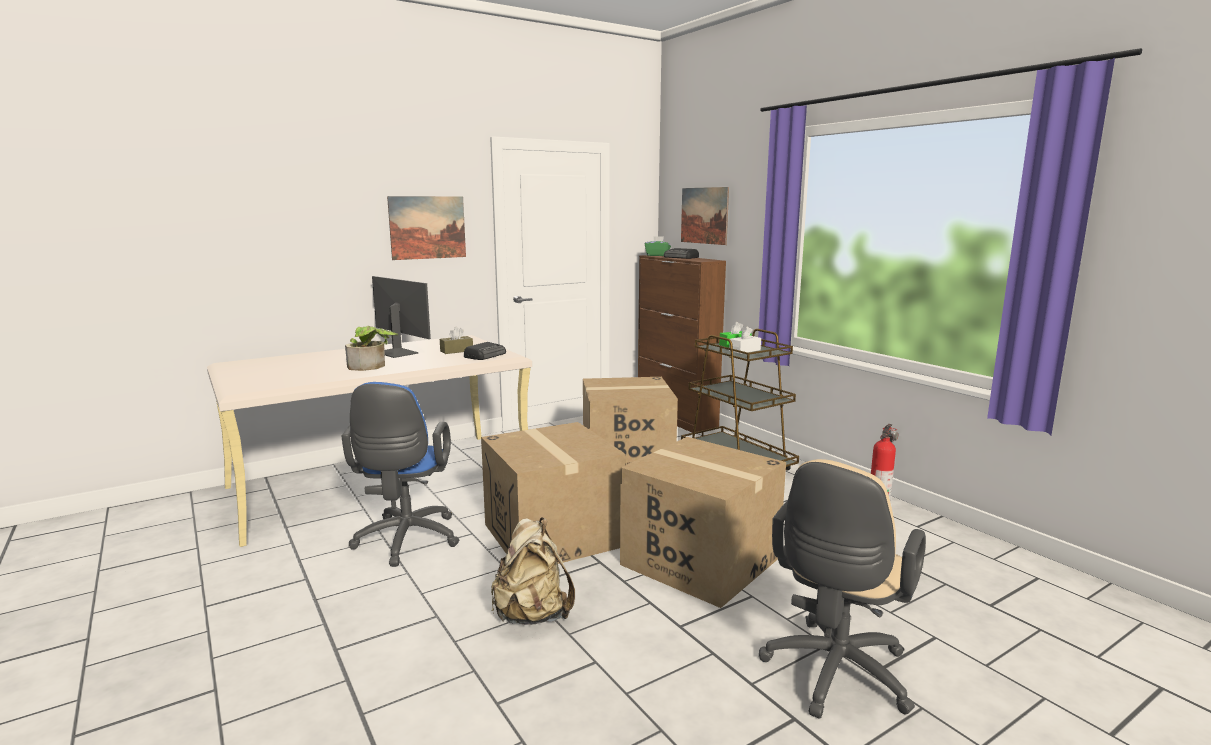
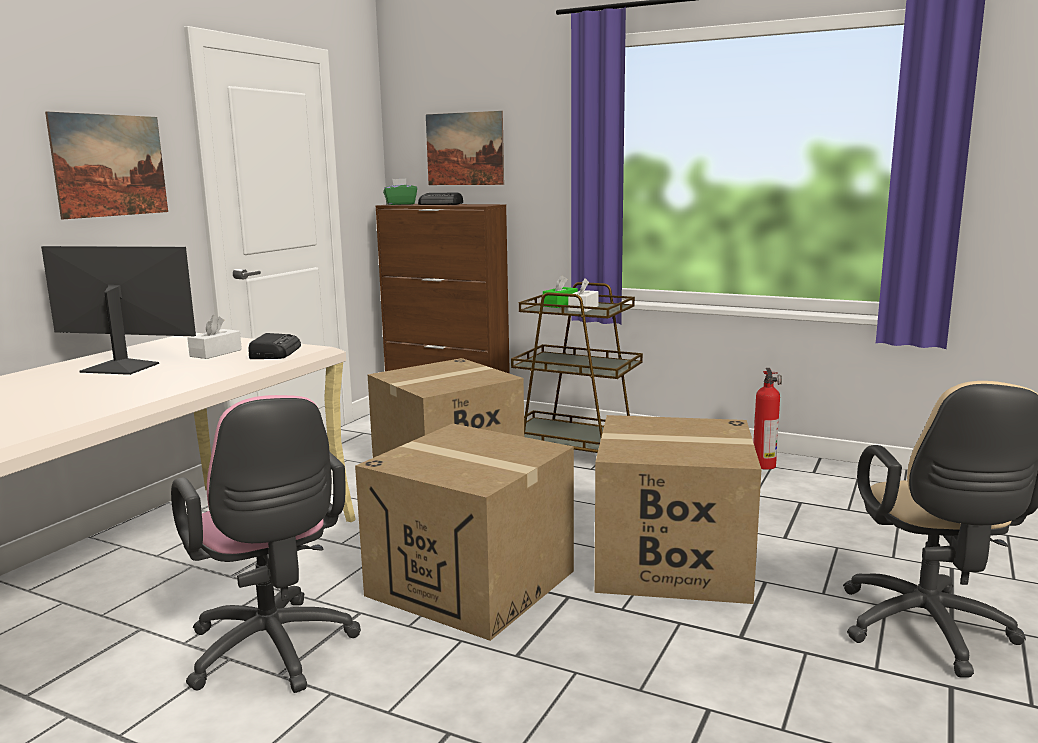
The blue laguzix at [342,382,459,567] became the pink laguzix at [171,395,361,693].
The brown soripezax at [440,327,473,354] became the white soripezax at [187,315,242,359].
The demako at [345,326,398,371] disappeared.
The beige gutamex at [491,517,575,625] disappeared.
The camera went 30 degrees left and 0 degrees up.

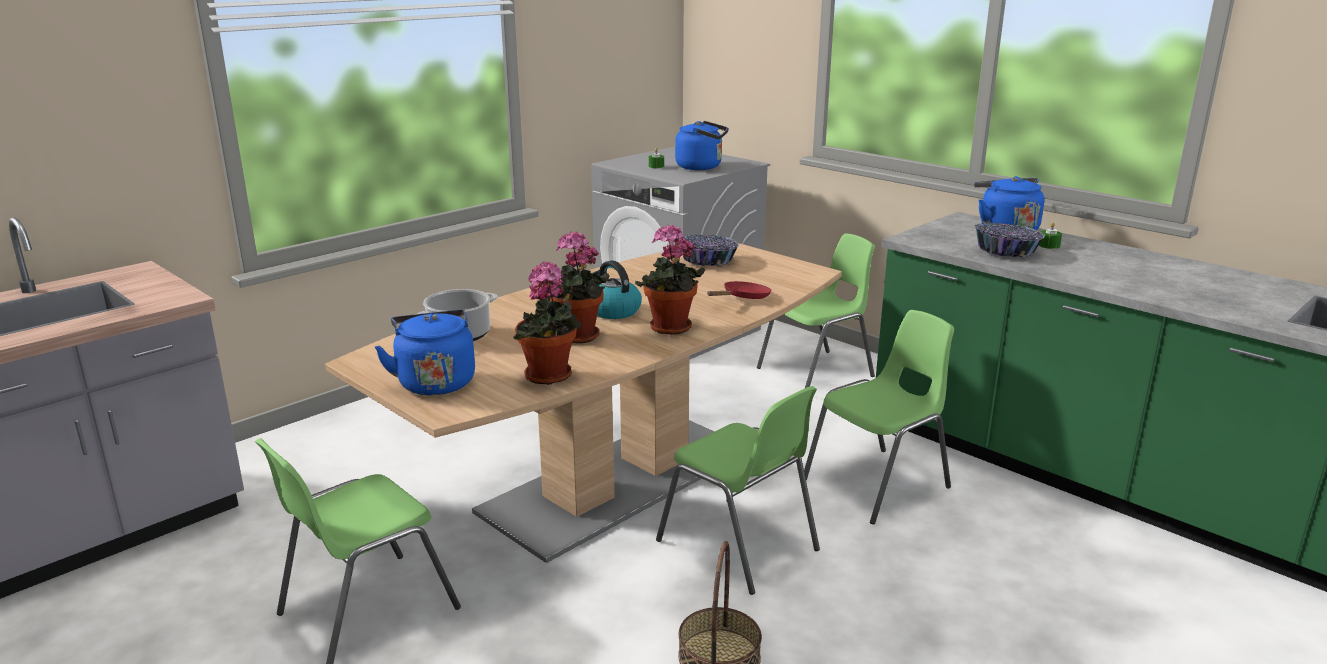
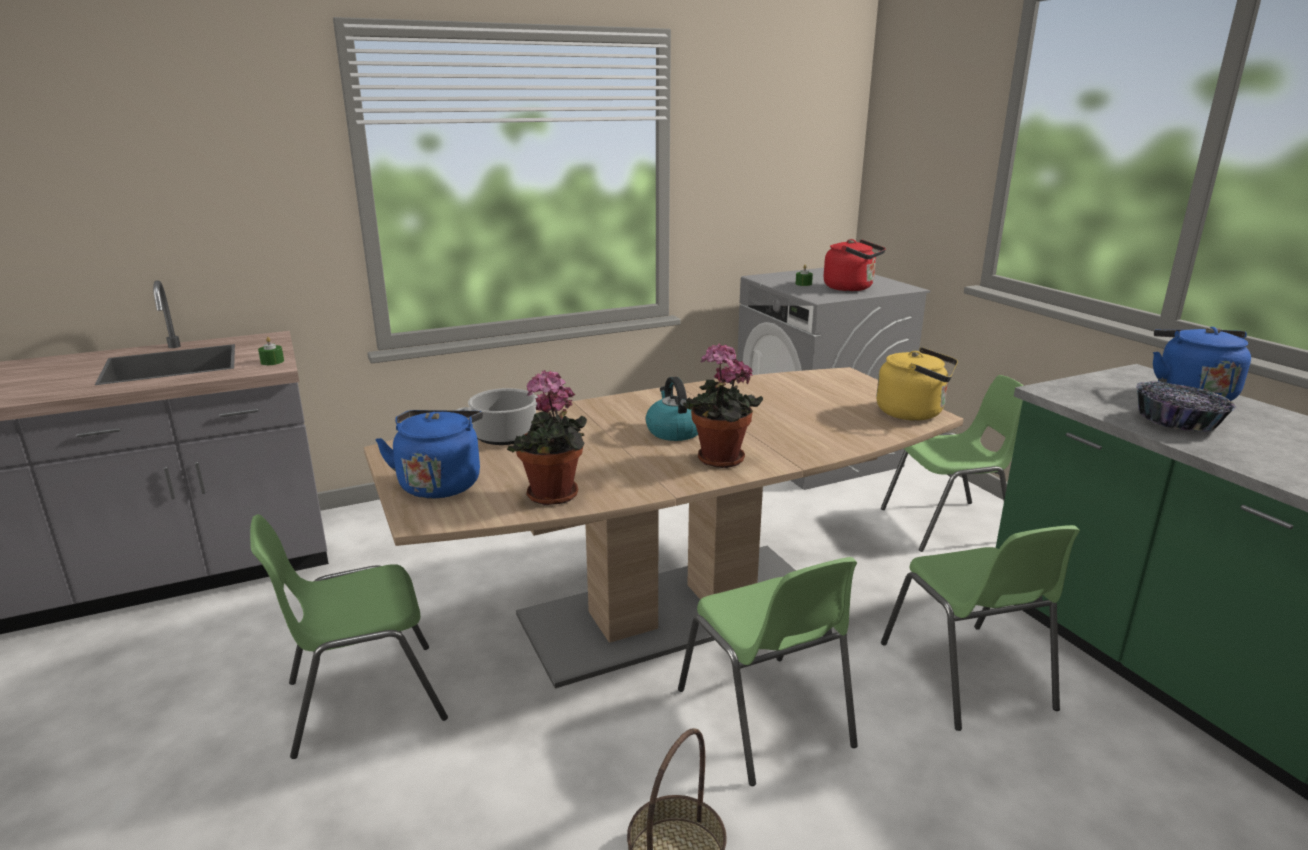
The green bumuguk moved from [1039,222,1062,249] to [258,337,284,365].
The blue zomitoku at [675,121,729,170] became the red zomitoku at [823,239,886,291].
The yellow zomitoku at [876,347,958,421] appeared.
The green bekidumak at [804,310,954,524] turned 90 degrees clockwise.
The demako at [550,231,609,343] disappeared.
The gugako at [681,235,739,266] disappeared.
The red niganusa at [707,281,771,299] disappeared.
The camera went 20 degrees right and 0 degrees up.

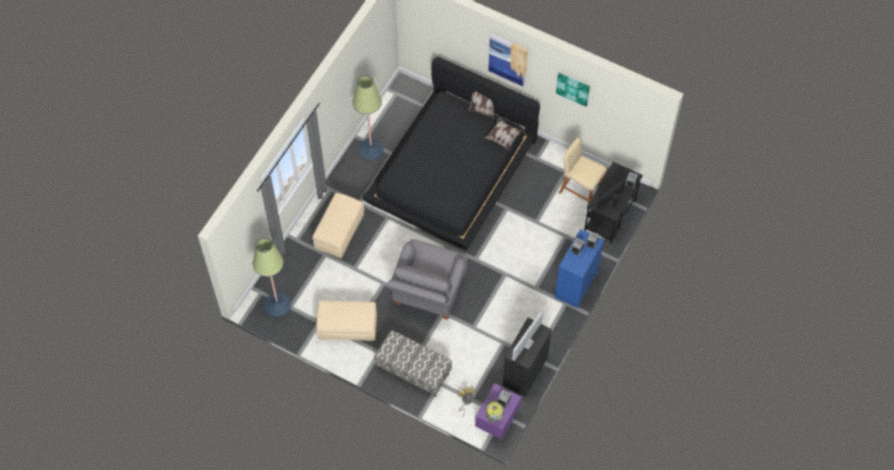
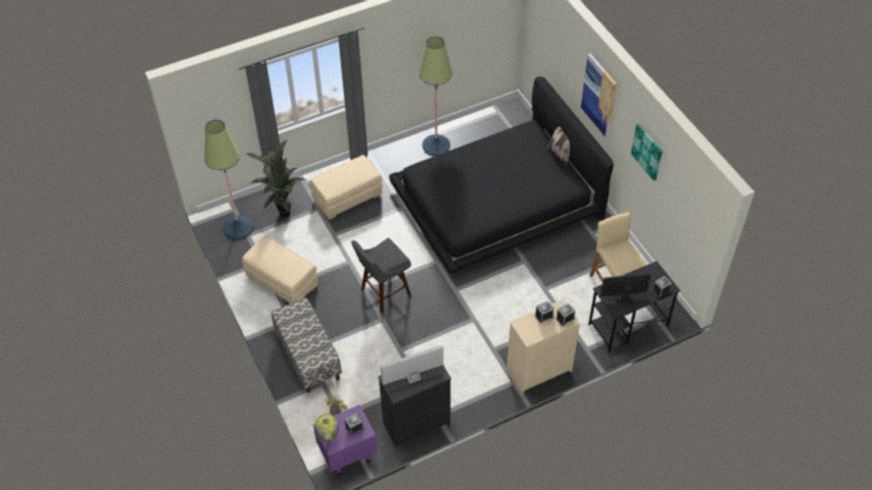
The demako at [247,140,306,217] appeared.
The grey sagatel at [387,239,468,320] was replaced by the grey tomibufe at [351,238,411,314].
The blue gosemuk at [555,229,604,309] became the beige gosemuk at [506,299,581,394].
The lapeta at [485,117,523,151] disappeared.
The camera went 35 degrees right and 10 degrees down.

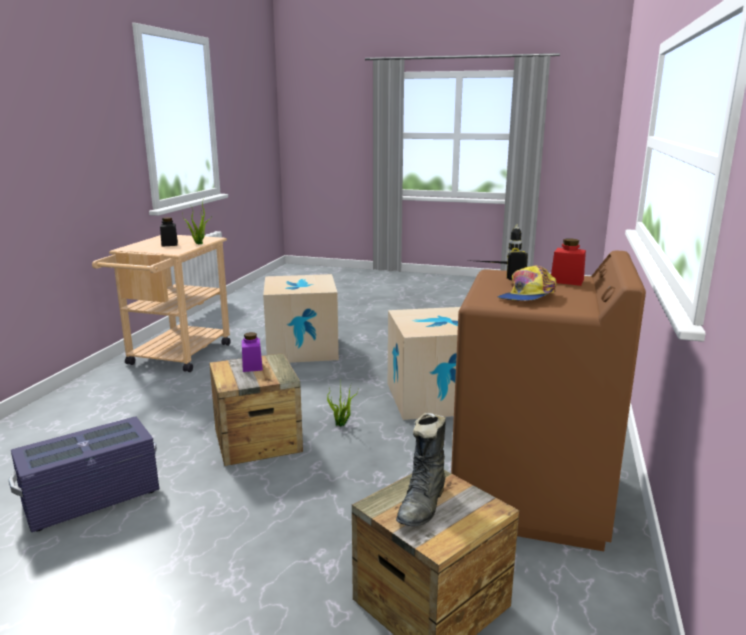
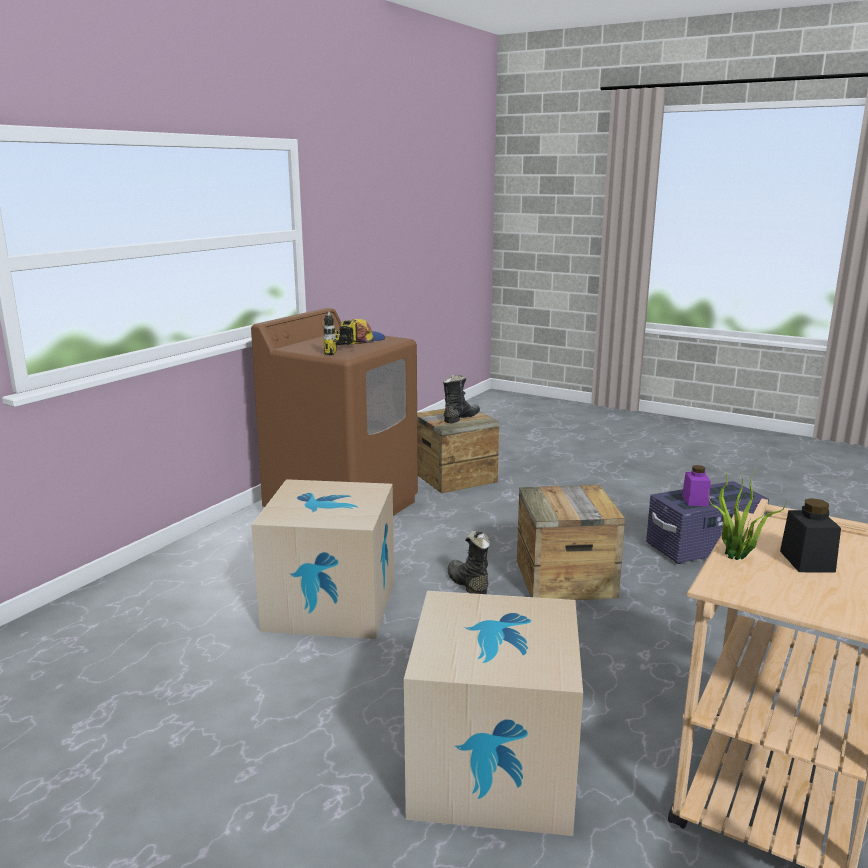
The demako at [327,383,359,427] was replaced by the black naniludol at [448,531,490,594].
The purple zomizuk moved from [242,332,263,372] to [682,465,711,506].
The red zomizuk at [551,239,586,286] disappeared.
The camera went 165 degrees left and 0 degrees up.

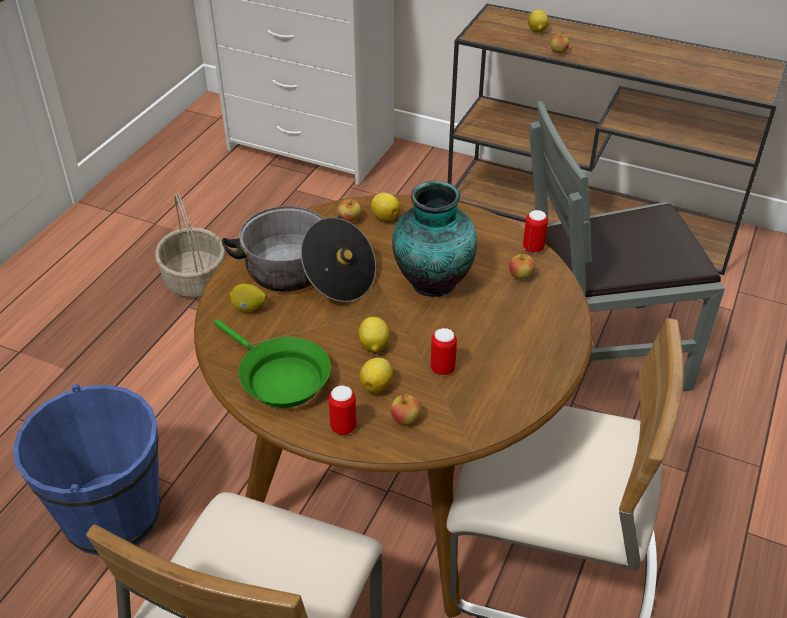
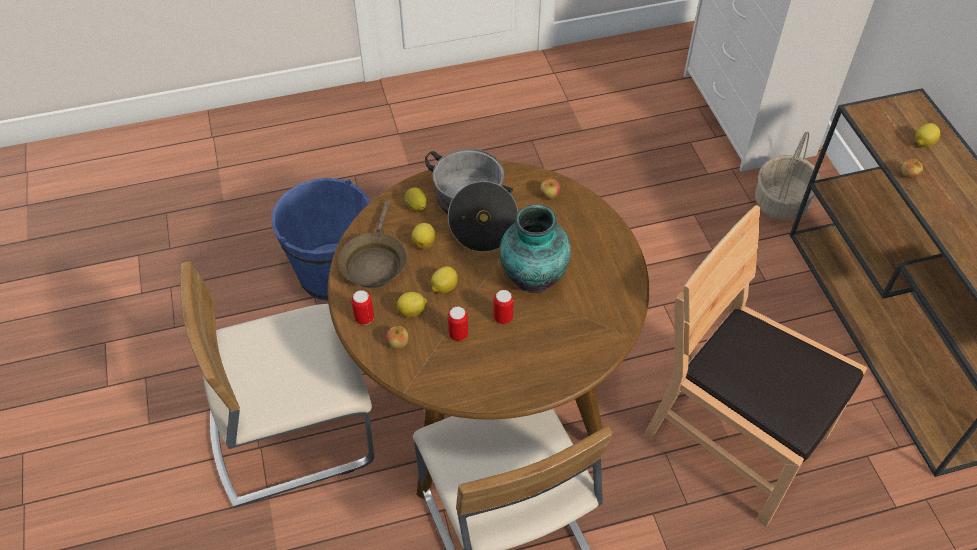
The green niganusa at [214,319,331,408] became the brown niganusa at [338,200,407,288].
The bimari moved from [371,192,400,221] to [411,223,435,249].
The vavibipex moved from [523,210,548,253] to [493,290,514,324].
The grey bekidumak at [529,101,725,391] became the brown bekidumak at [643,205,867,527].
The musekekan moved from [155,193,225,298] to [755,132,820,220].
The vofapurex at [509,251,535,280] disappeared.
The camera went 50 degrees right and 10 degrees up.

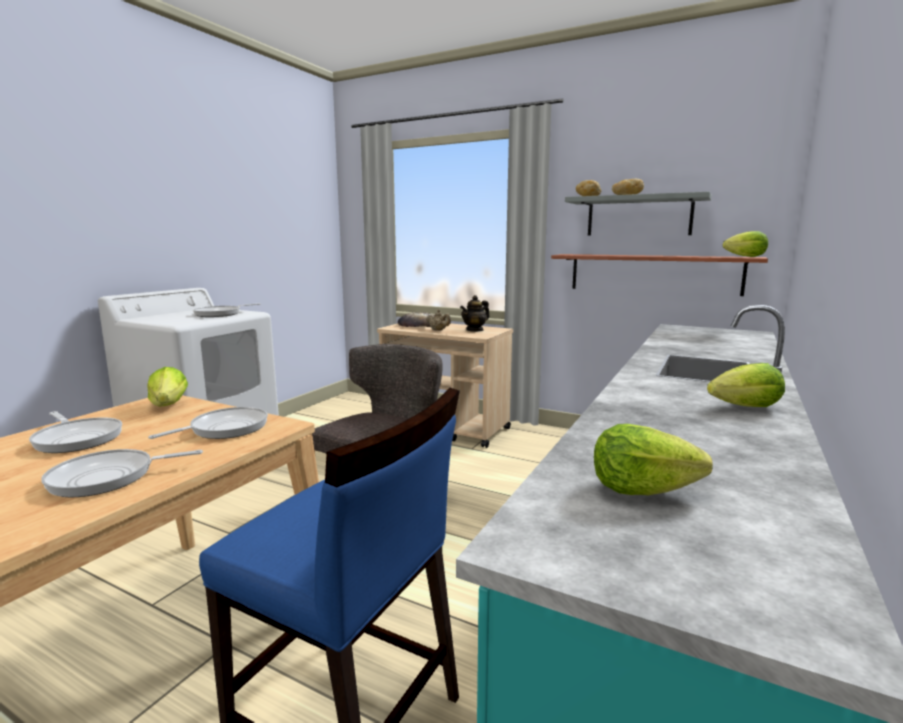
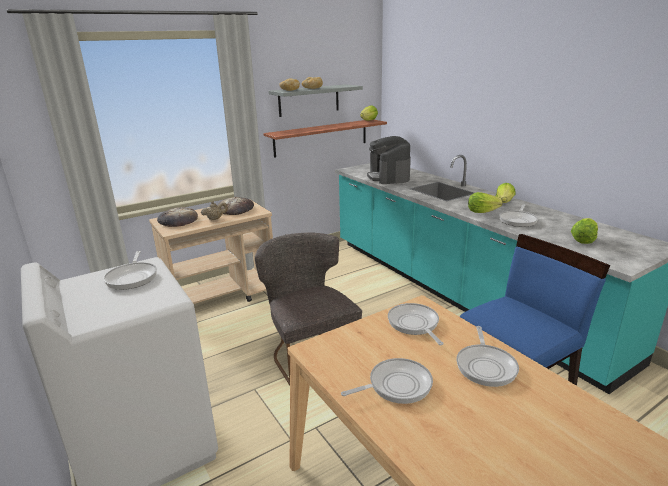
The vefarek at [460,295,490,332] was replaced by the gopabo at [217,197,254,215].
The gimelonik at [367,136,411,184] appeared.
The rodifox moved from [147,367,188,407] to [468,192,503,213].
The niganusa at [499,205,538,227] appeared.
The camera went 60 degrees left and 10 degrees up.

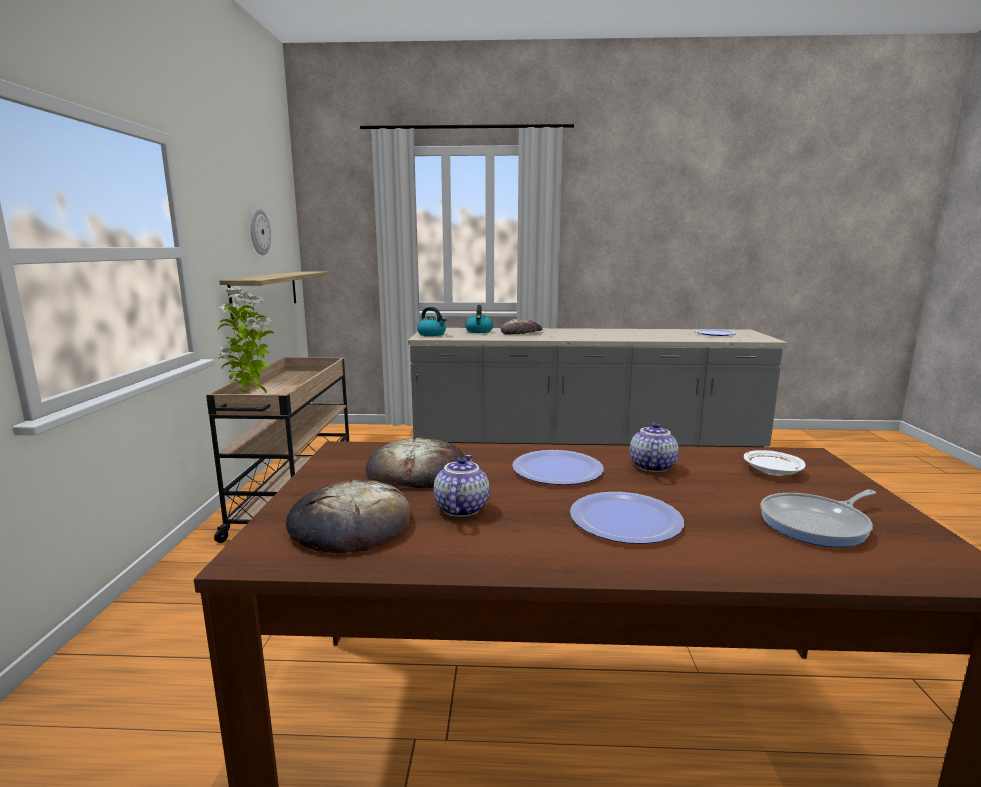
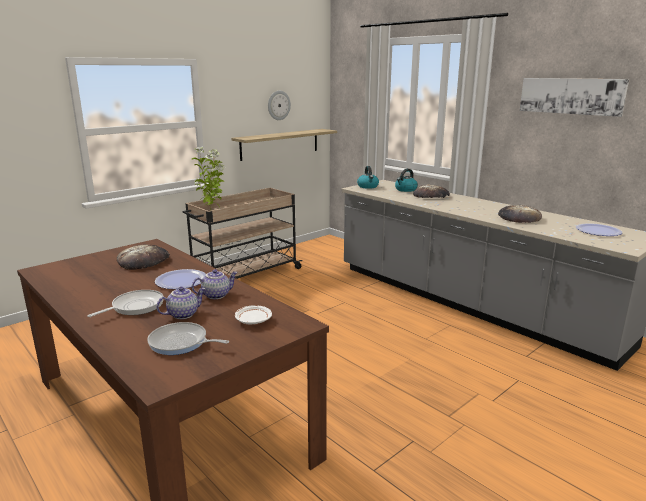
The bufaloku at [570,492,684,544] was replaced by the niganusa at [87,290,164,317].
The vefarek moved from [434,455,490,517] to [156,287,206,319].
The gopabo moved from [286,479,411,553] to [498,205,542,223].
The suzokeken at [520,78,629,117] appeared.
The camera went 45 degrees right and 5 degrees up.

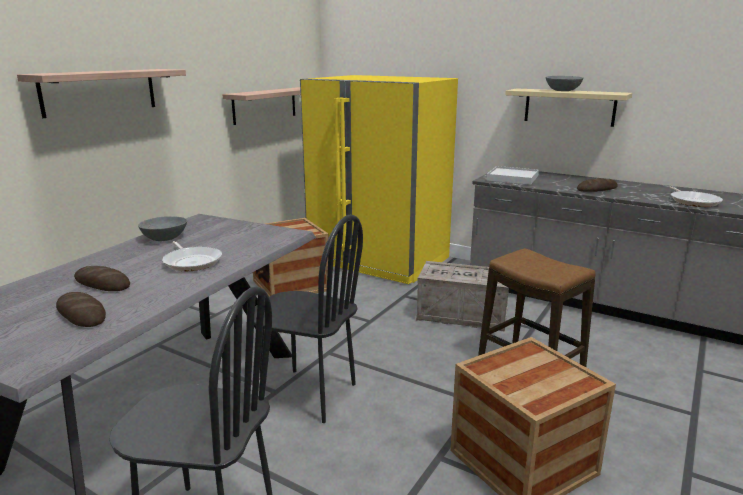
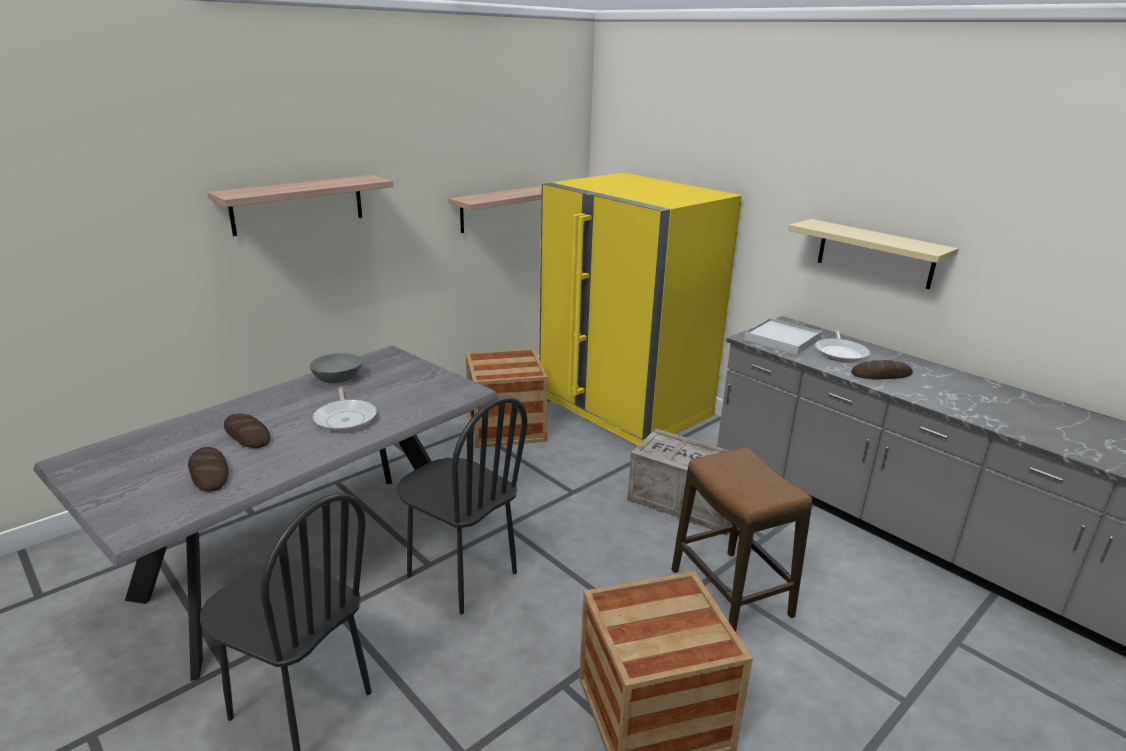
The niganusa moved from [669,186,723,207] to [815,330,870,363].
The grey gugako at [545,76,584,91] disappeared.
The camera went 15 degrees right and 5 degrees up.

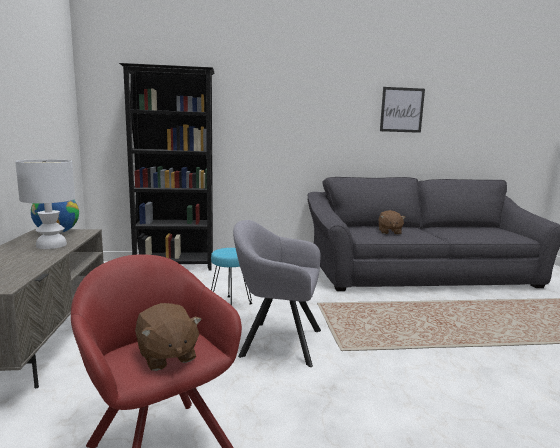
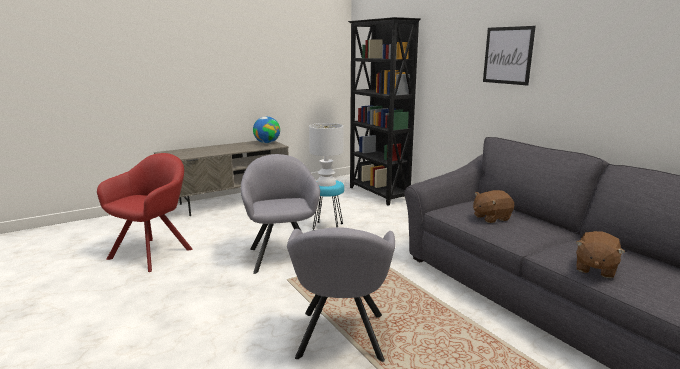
The grey sagatel at [287,227,395,362] appeared.
The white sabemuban moved from [15,159,75,249] to [309,123,343,187].
The suzokeken moved from [380,87,425,133] to [483,26,536,85].
The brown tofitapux moved from [135,303,202,371] to [576,231,625,278].
The camera went 65 degrees right and 5 degrees up.

